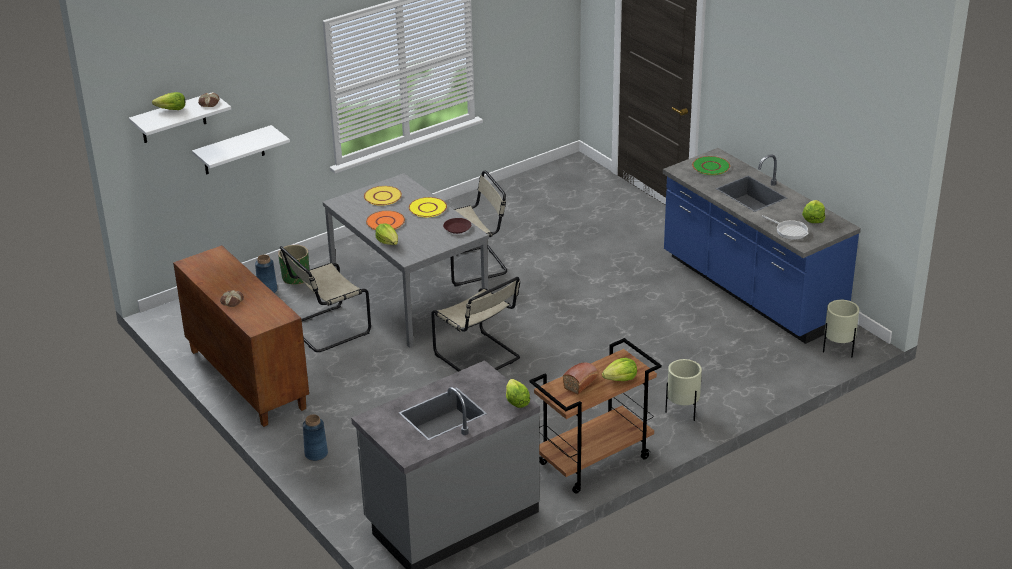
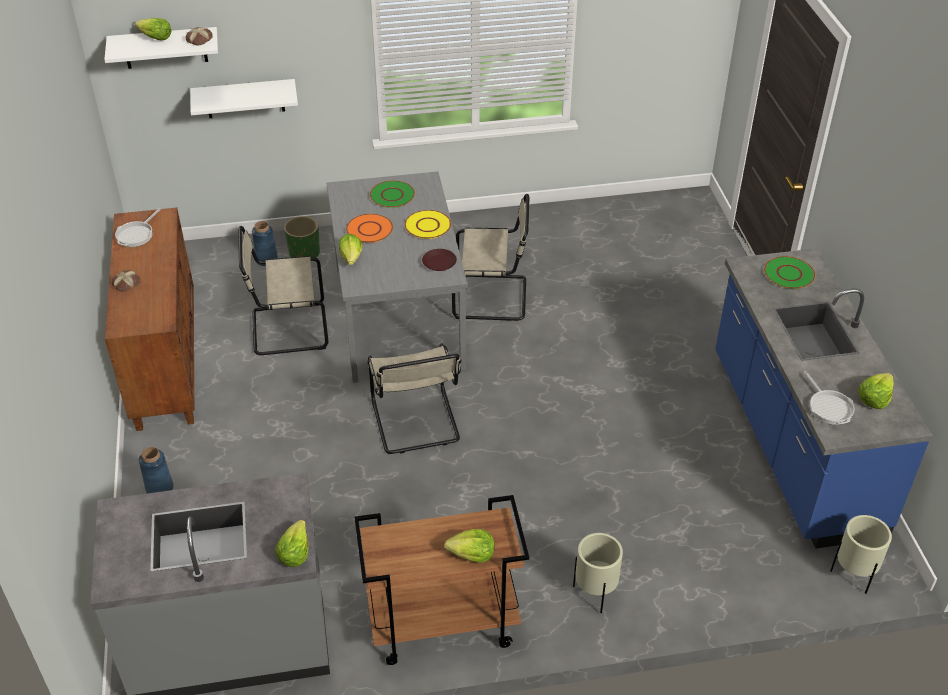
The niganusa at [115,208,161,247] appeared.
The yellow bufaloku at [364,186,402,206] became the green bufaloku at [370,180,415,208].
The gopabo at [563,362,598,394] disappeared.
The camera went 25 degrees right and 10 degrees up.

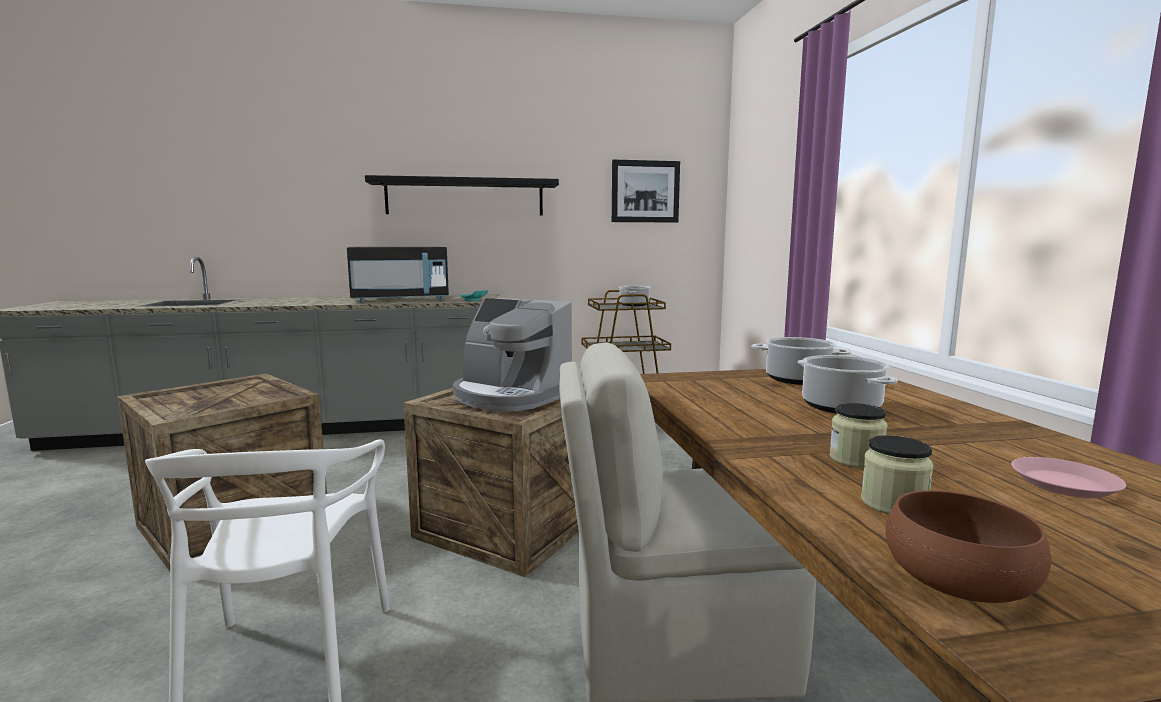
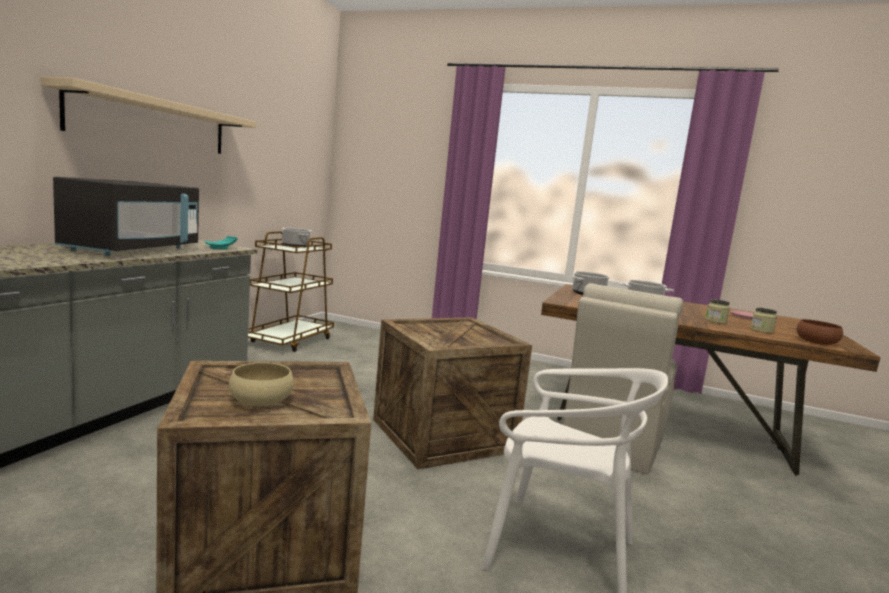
The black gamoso at [365,175,559,216] became the beige gamoso at [41,77,256,154].
The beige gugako at [229,362,294,406] appeared.
The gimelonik at [453,298,572,411] disappeared.
The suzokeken at [612,160,680,223] disappeared.
The camera went 60 degrees left and 0 degrees up.

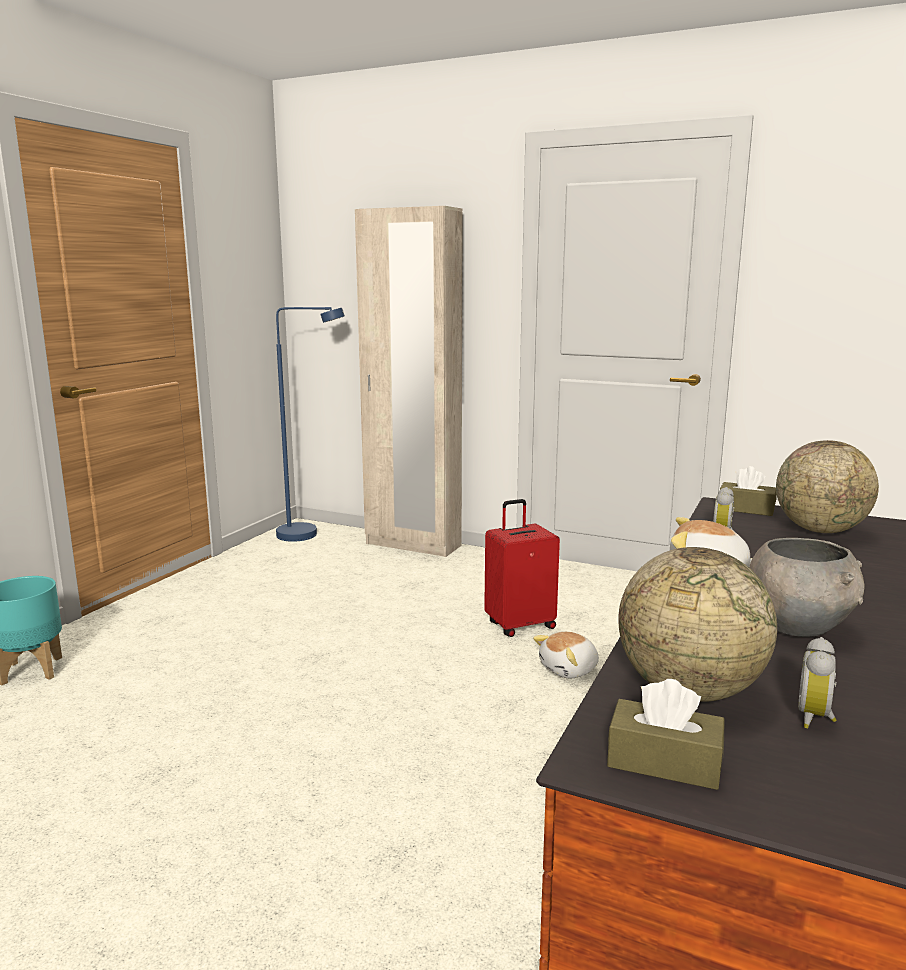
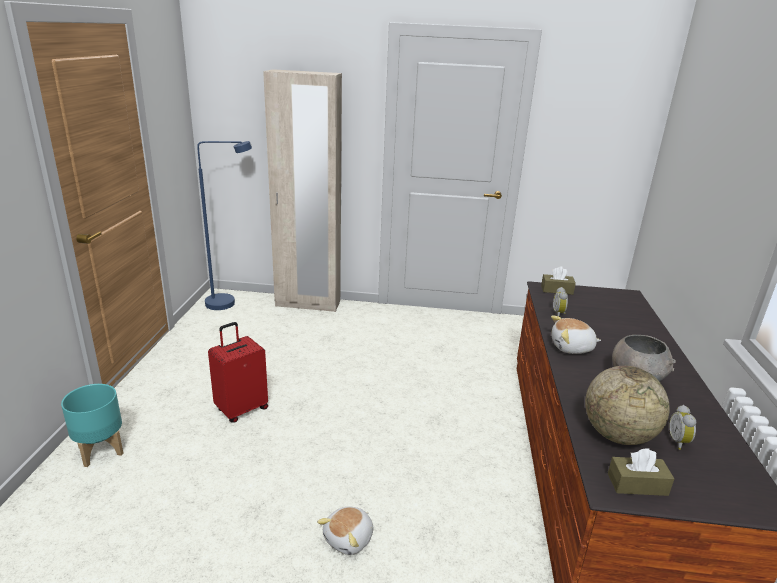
The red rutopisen moved from [484,499,560,637] to [208,322,268,423].
The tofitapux moved from [533,632,599,678] to [317,506,373,555].
The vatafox at [776,440,879,533] disappeared.
The camera went 20 degrees left and 10 degrees up.

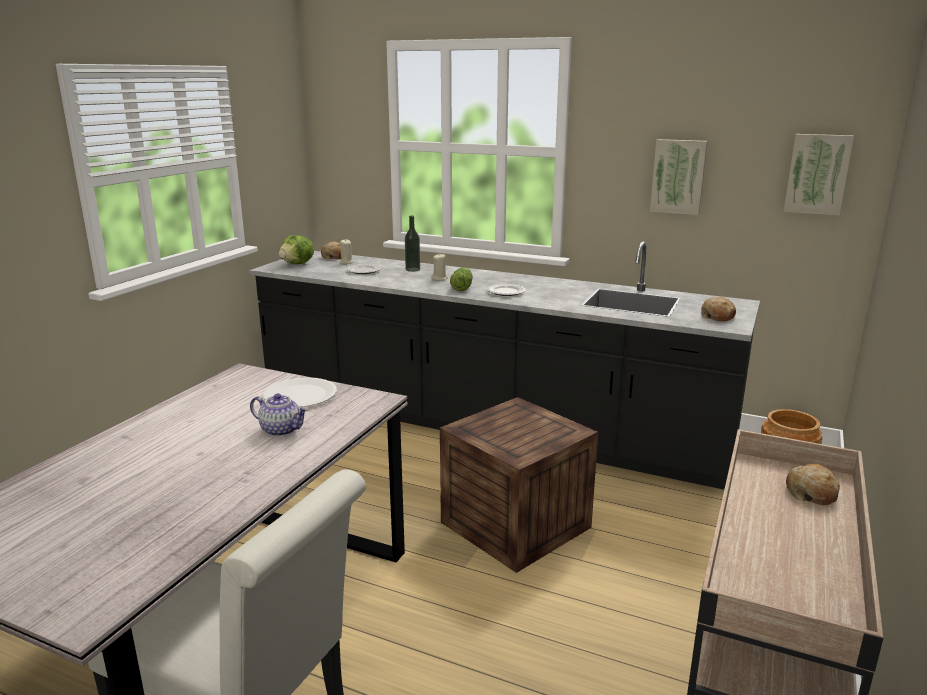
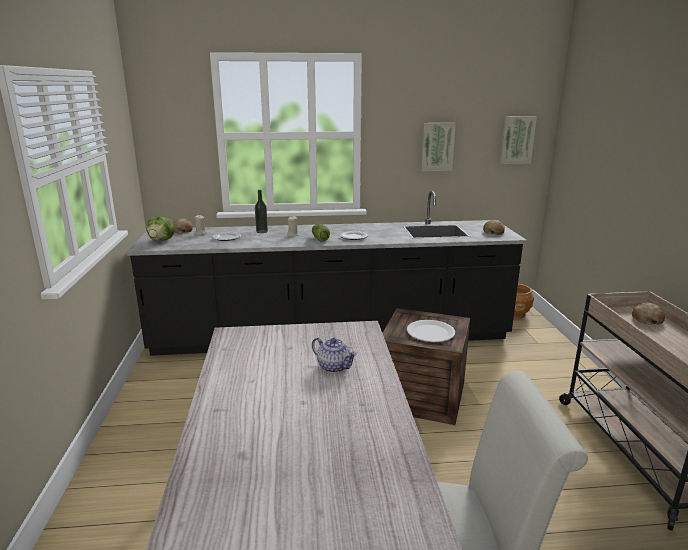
The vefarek at [250,393,308,436] turned 45 degrees clockwise.
The white bufaloku moved from [263,377,337,407] to [407,320,455,342].
The camera went 30 degrees left and 0 degrees up.

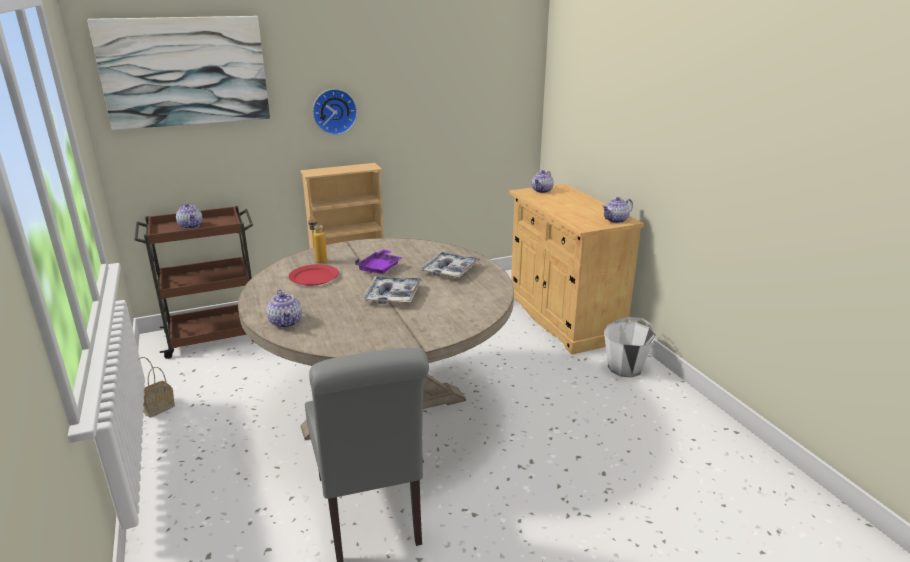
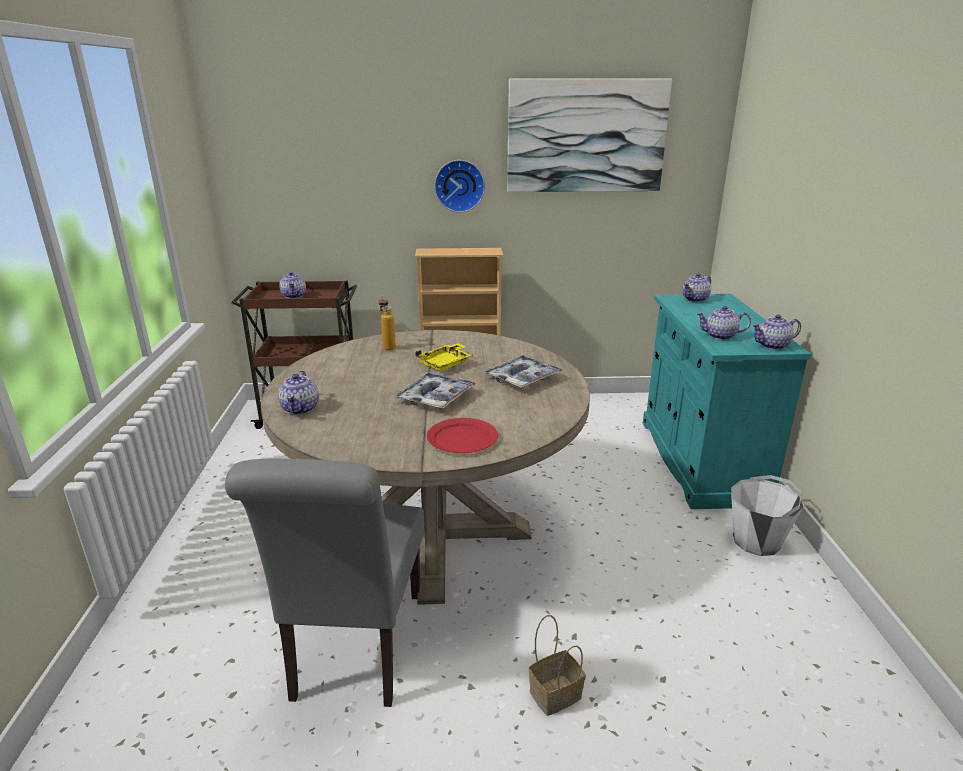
The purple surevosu at [355,249,403,274] became the yellow surevosu at [415,343,472,371].
The red bufaloku moved from [289,264,339,286] to [427,418,498,453].
The suzokeken moved from [87,16,270,130] to [507,79,672,192].
The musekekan moved from [139,357,175,418] to [529,615,586,716].
The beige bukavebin at [509,183,644,354] became the turquoise bukavebin at [643,294,811,509].
The vefarek at [696,306,751,340] appeared.
The camera went 20 degrees right and 0 degrees up.

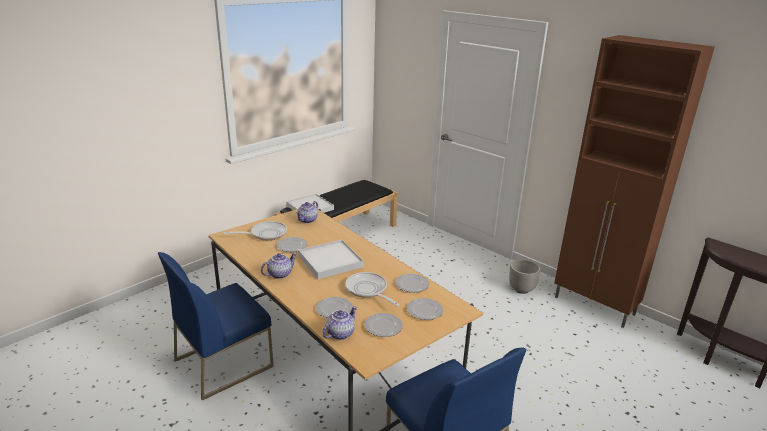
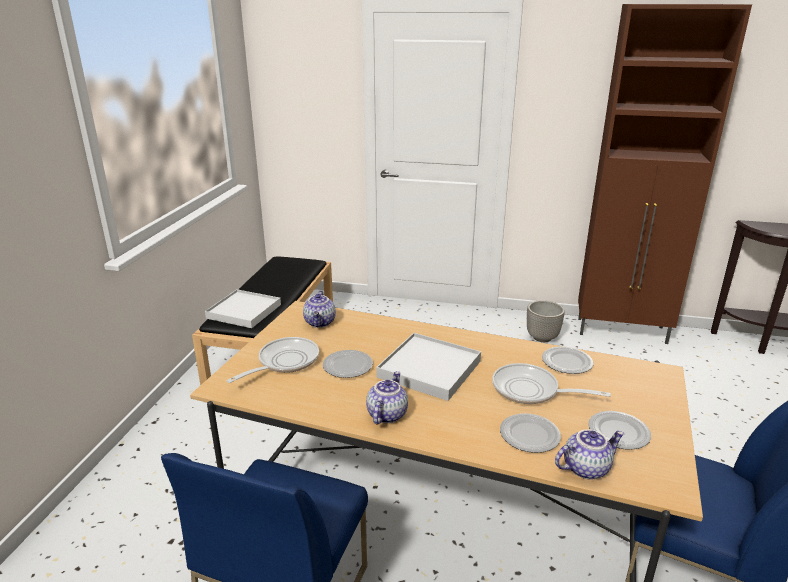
The vefarek at [322,306,357,340] turned 60 degrees clockwise.
The bufaloku at [407,298,444,320] disappeared.
The camera went 30 degrees left and 0 degrees up.

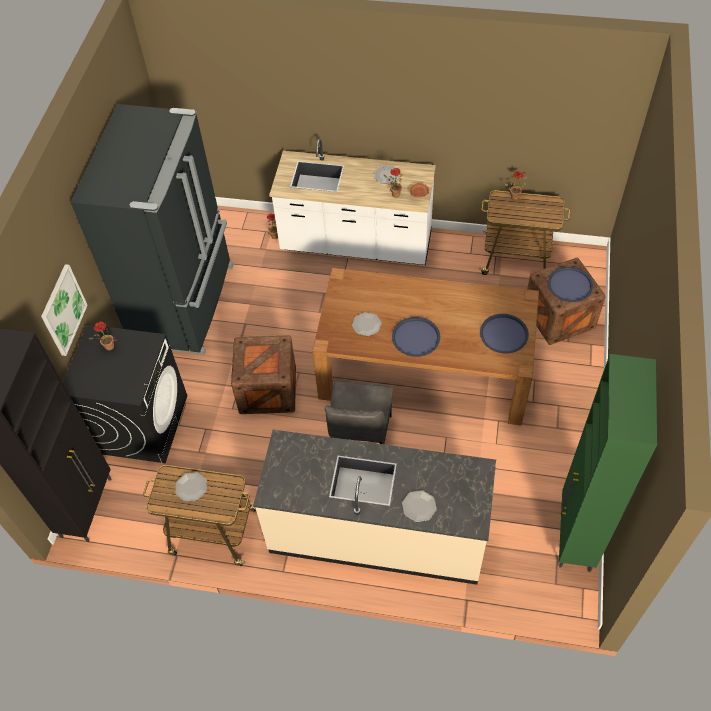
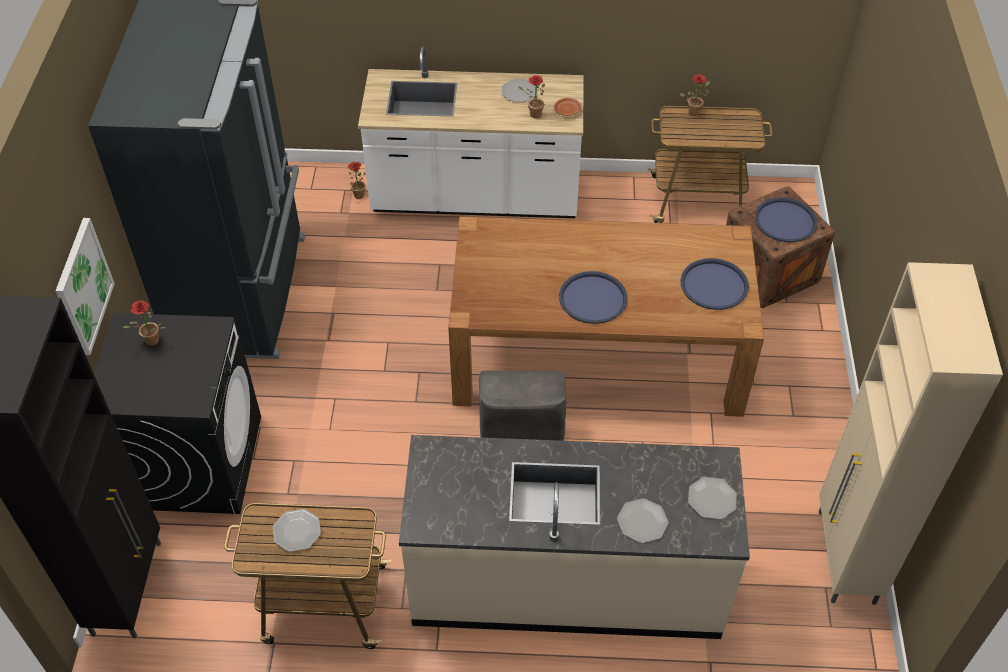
The bufaloku moved from [352,312,382,336] to [688,477,737,520].
The green bukavebin at [559,354,657,572] became the beige bukavebin at [819,262,1003,605].
The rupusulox at [231,335,296,414] disappeared.
The camera went 10 degrees left and 5 degrees down.

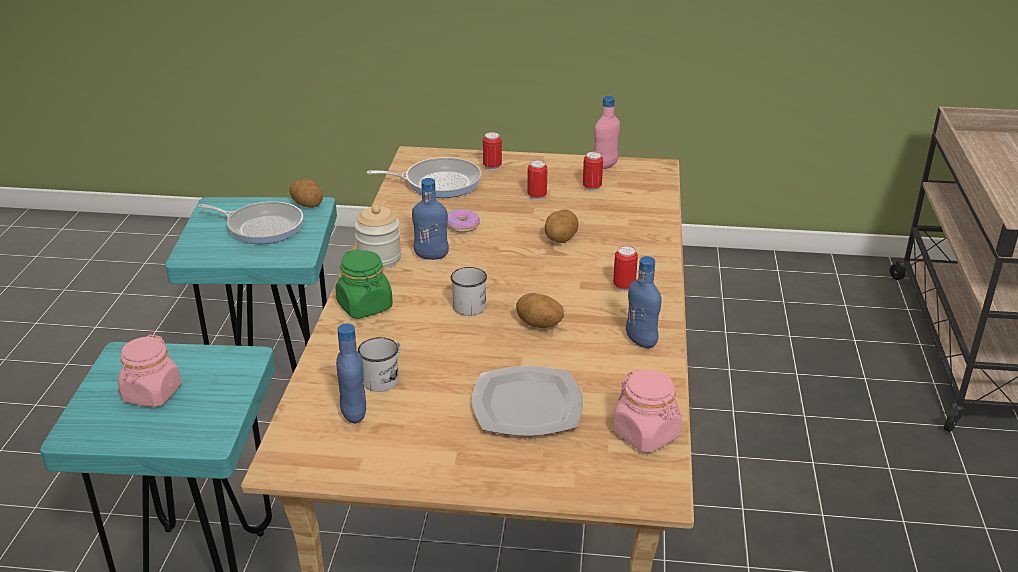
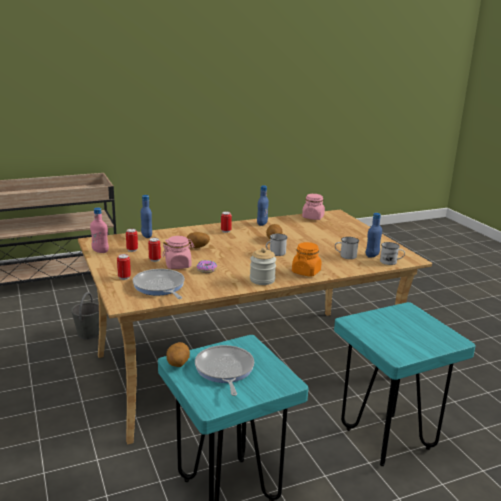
The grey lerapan at [71,292,99,339] appeared.
The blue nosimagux moved from [412,178,449,260] to [141,195,152,238].
The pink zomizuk moved from [118,335,182,407] to [162,236,195,269].
The green zomizuk at [335,249,393,319] became the orange zomizuk at [292,242,322,277].
The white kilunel at [380,242,405,265] appeared.
The bufaloku at [471,366,583,436] disappeared.
The camera went 120 degrees left and 10 degrees down.

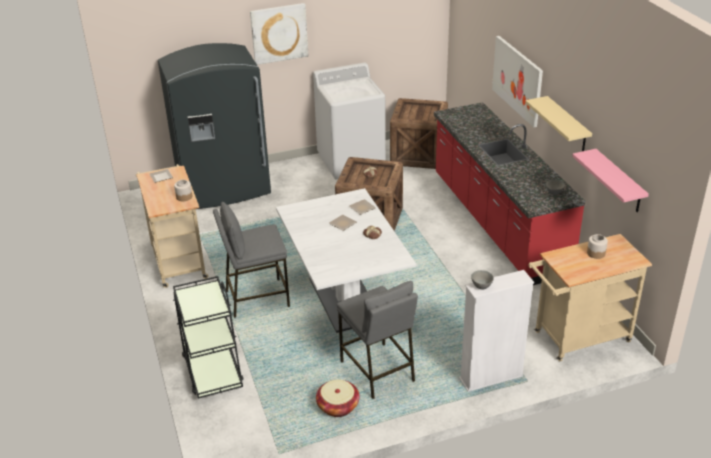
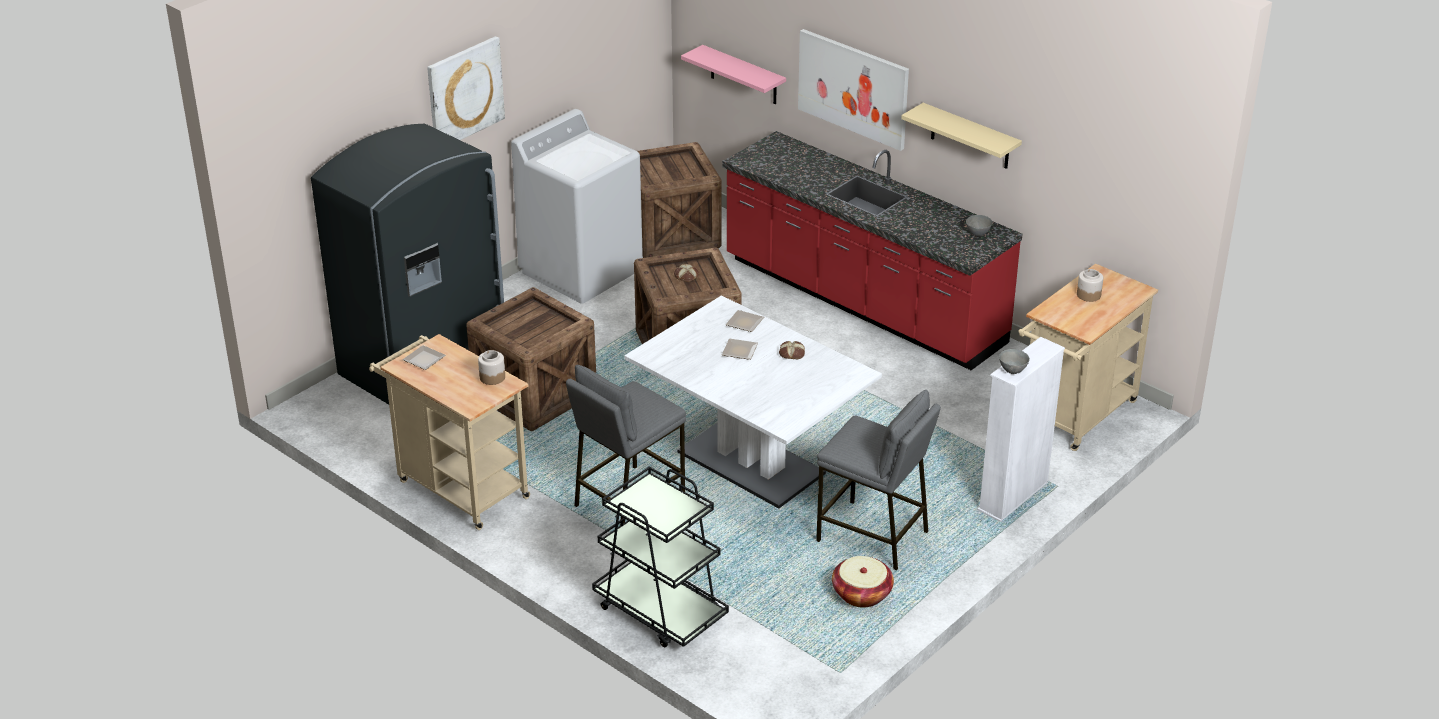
The rupusulox at [466,287,596,431] appeared.
The pink gamoso moved from [572,149,649,212] to [681,45,786,104].
The camera went 30 degrees left and 0 degrees up.

